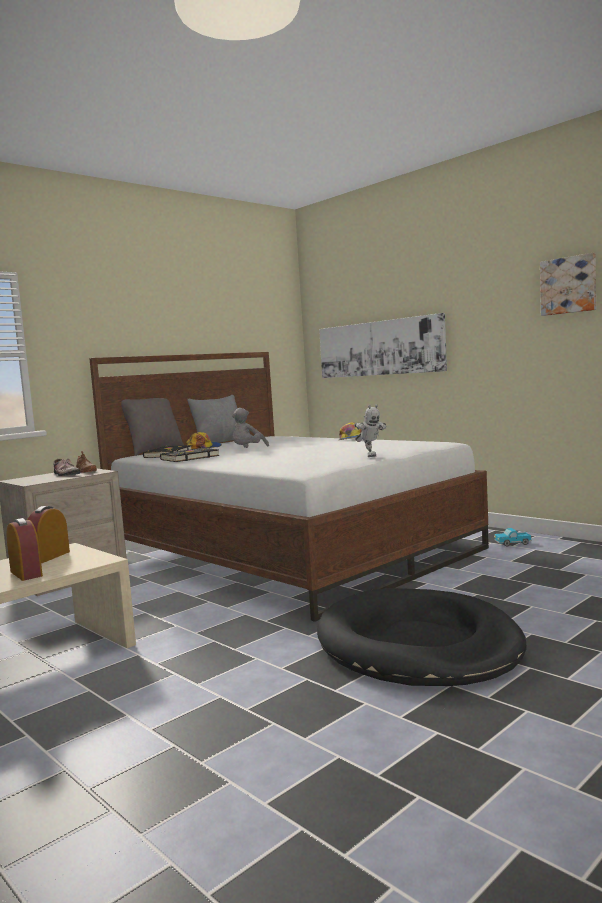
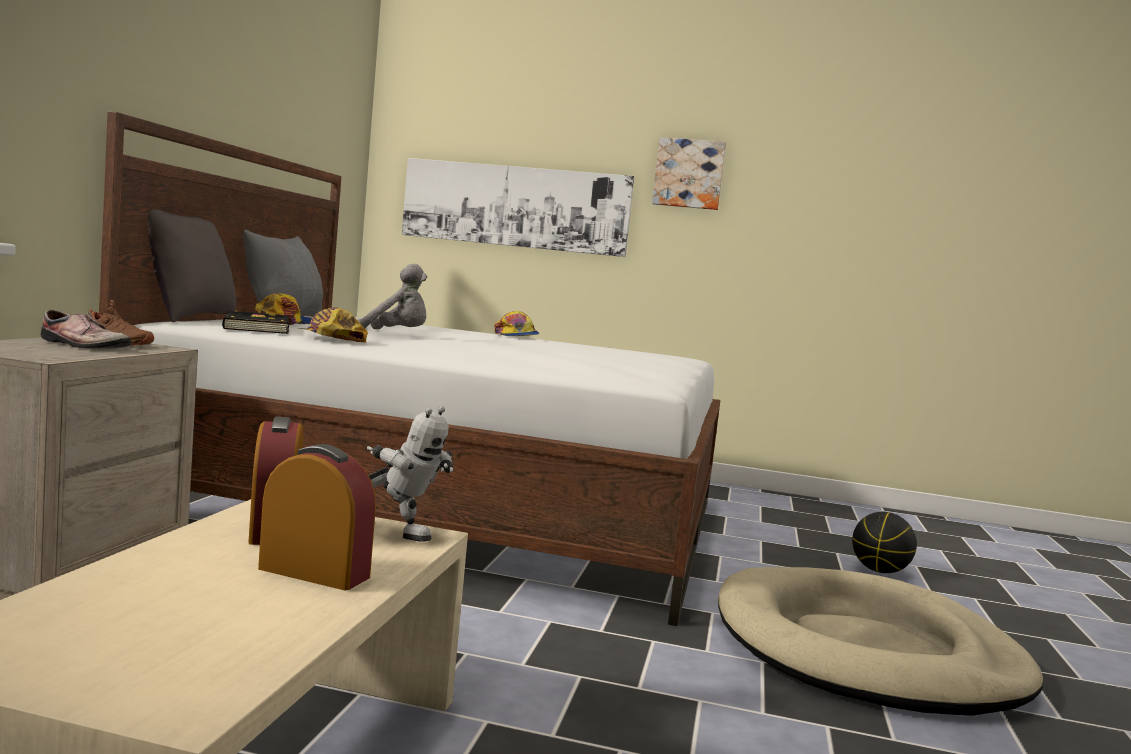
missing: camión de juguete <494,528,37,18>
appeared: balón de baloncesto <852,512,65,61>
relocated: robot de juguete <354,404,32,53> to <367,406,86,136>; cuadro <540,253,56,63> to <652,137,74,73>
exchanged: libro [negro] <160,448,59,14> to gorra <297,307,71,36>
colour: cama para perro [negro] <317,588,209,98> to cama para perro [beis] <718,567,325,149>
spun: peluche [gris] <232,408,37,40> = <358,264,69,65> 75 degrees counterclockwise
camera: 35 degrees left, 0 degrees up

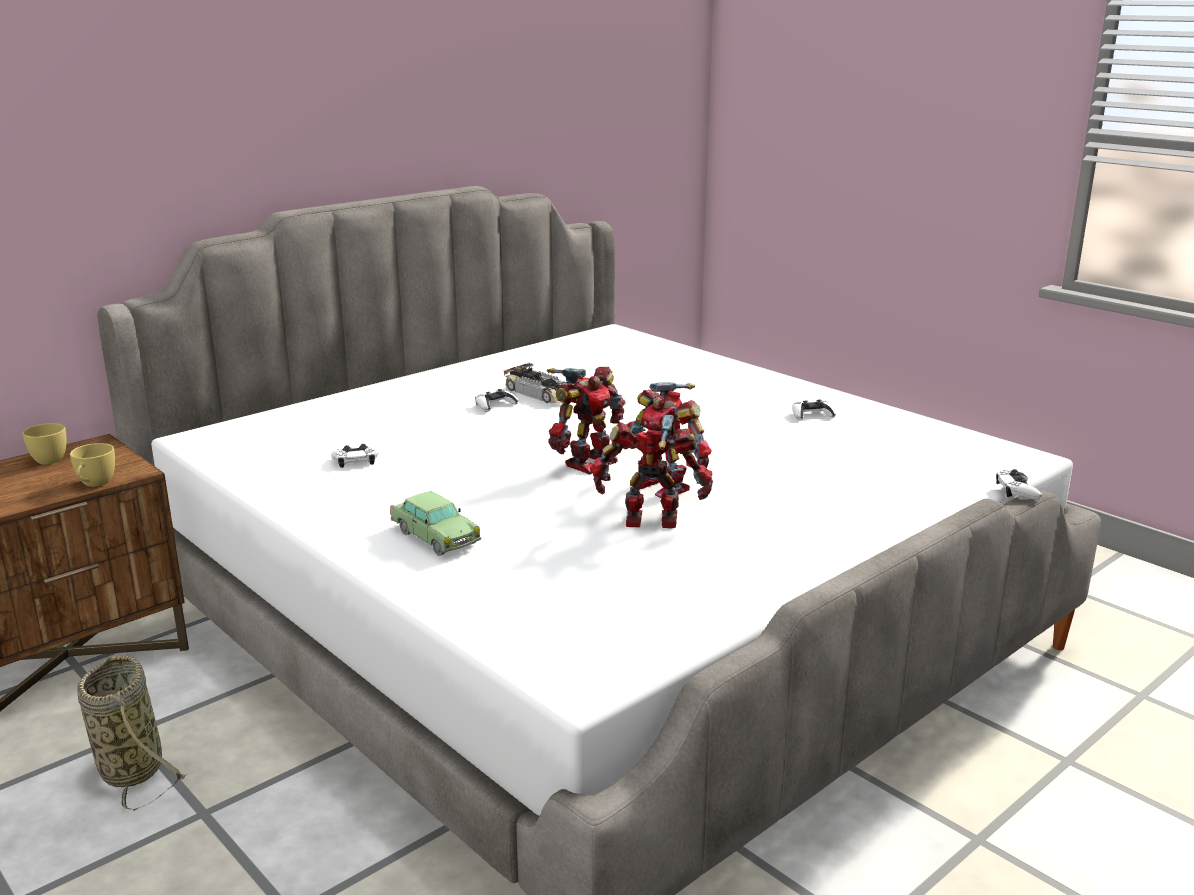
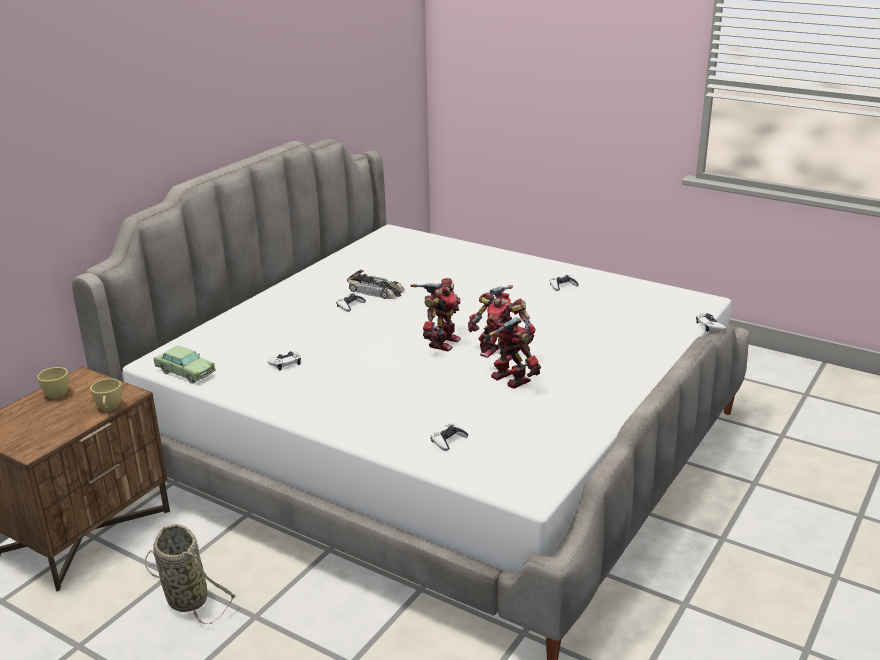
appeared: mando de consola [blanco] <431,423,37,28>
relocated: coche de juguete <390,491,91,65> to <154,345,62,39>
spun: robot de juguete <590,415,123,113> = <479,313,62,76> 60 degrees clockwise
camera: 15 degrees left, 5 degrees up

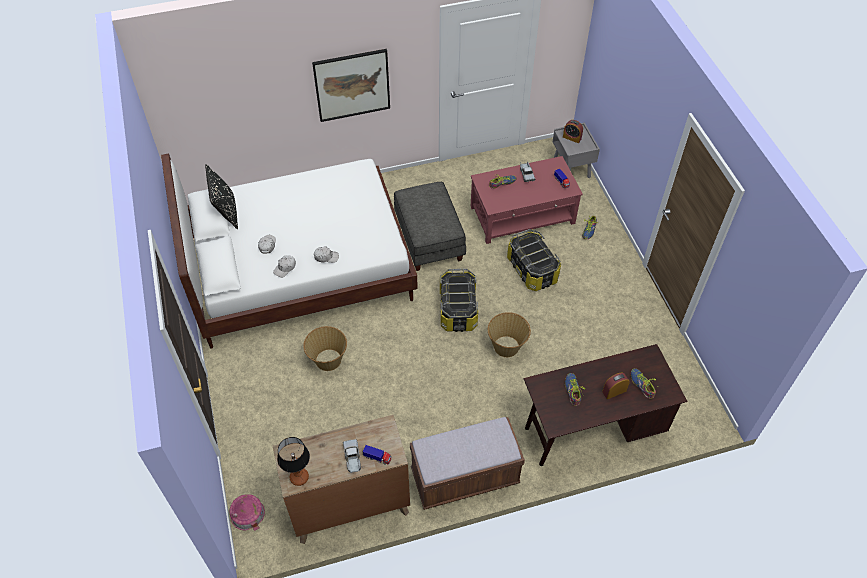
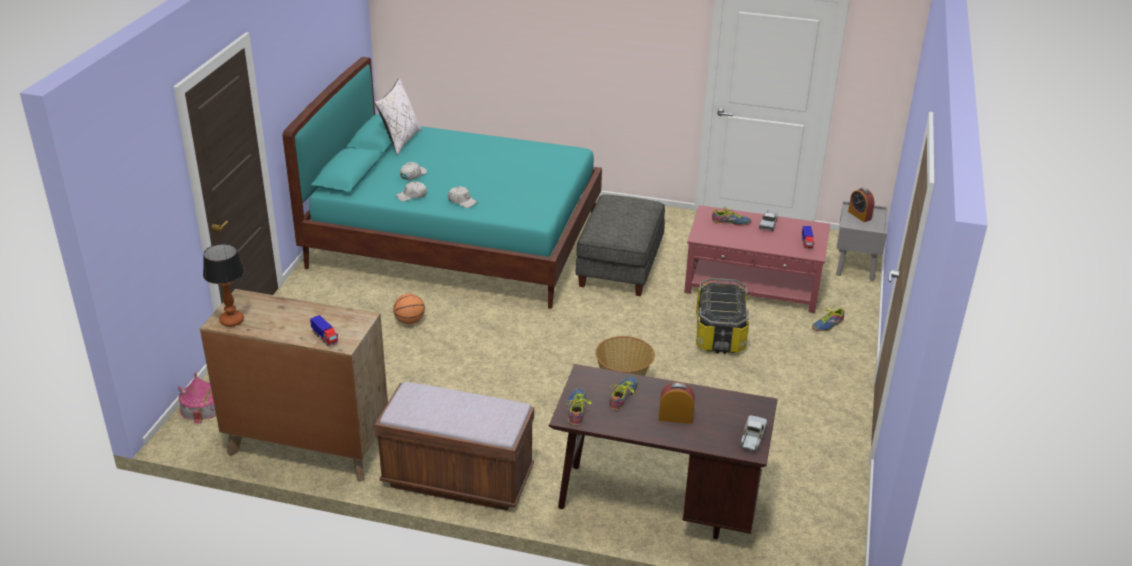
missing: cuadro <312,49,78,73>; caja de almacenaje <440,269,38,63>
relocated: camión de juguete <343,439,18,34> to <741,415,27,36>; zapato <631,368,26,31> to <566,388,26,38>
exchanged: cesta <303,326,44,45> to balón de baloncesto <393,294,32,30>
colour: cama [blanco] <161,154,257,195> to cama [turquesa] <282,57,320,252>; cojín [negro] <205,164,33,65> to cojín [blanco] <375,78,46,77>
camera: 30 degrees right, 20 degrees down

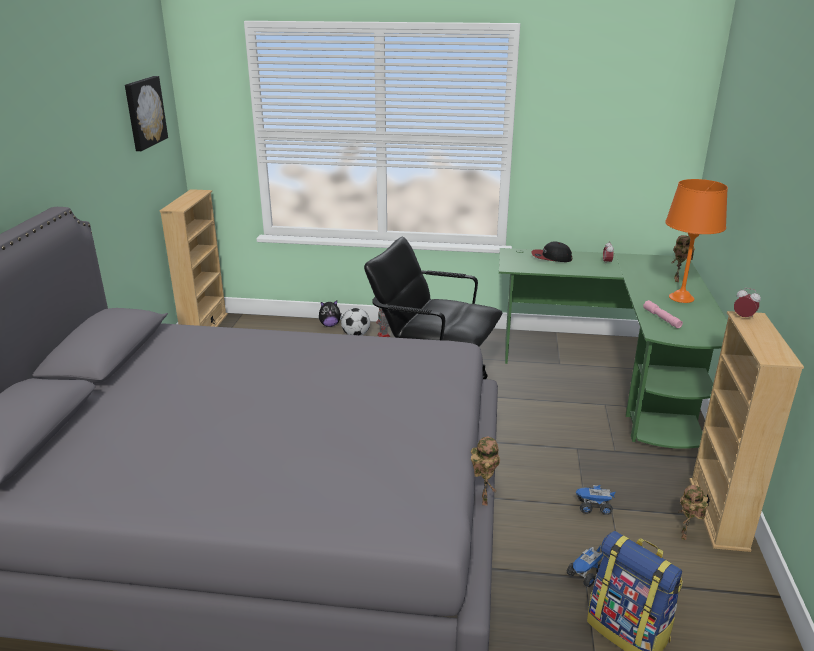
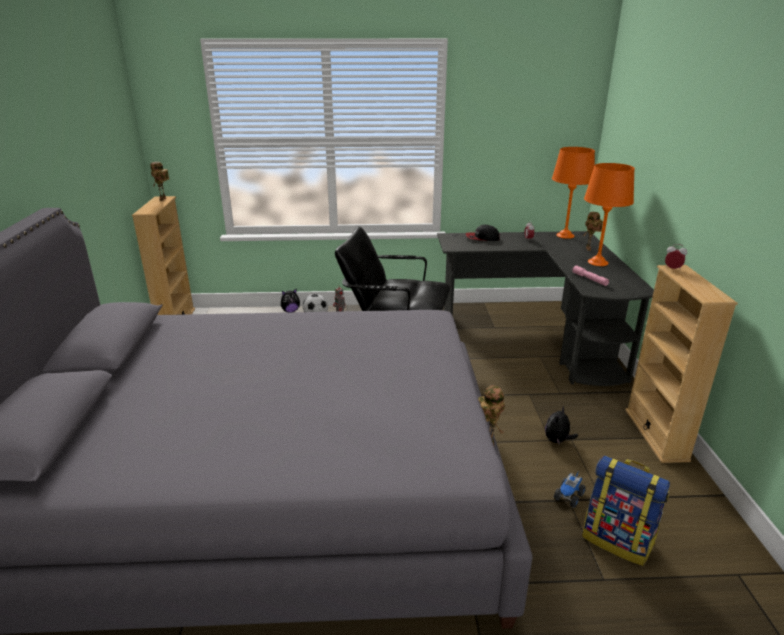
missing: cuadro <125,76,43,75>
appeared: lámpara de mesa [naranja] <552,147,43,92>
relocated: robot de juguete <679,485,29,55> to <150,162,19,39>
exchanged: camión de juguete <576,485,40,30> to peluche <545,406,33,39>
colour: escritorio [verde] <499,248,229,201> to escritorio [negro] <437,231,217,155>
camera: 10 degrees left, 0 degrees up

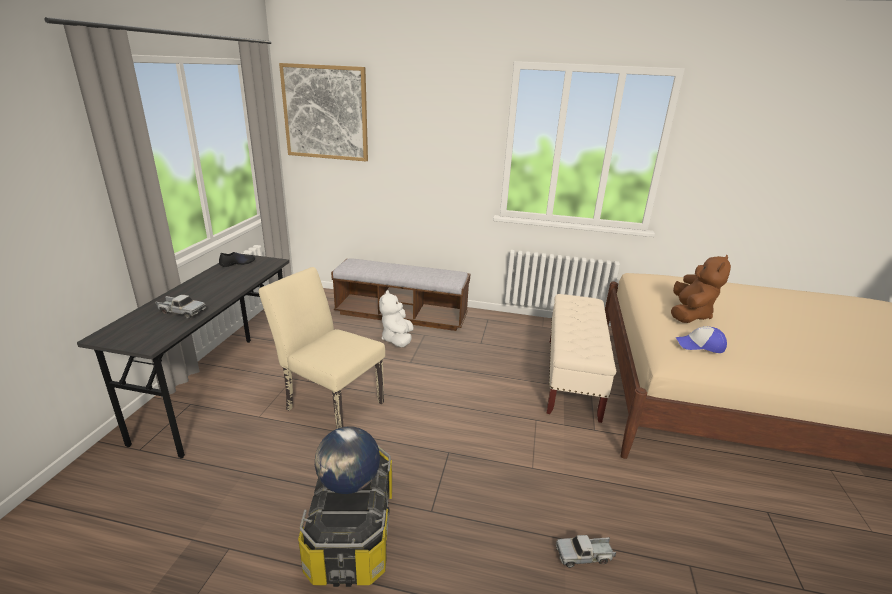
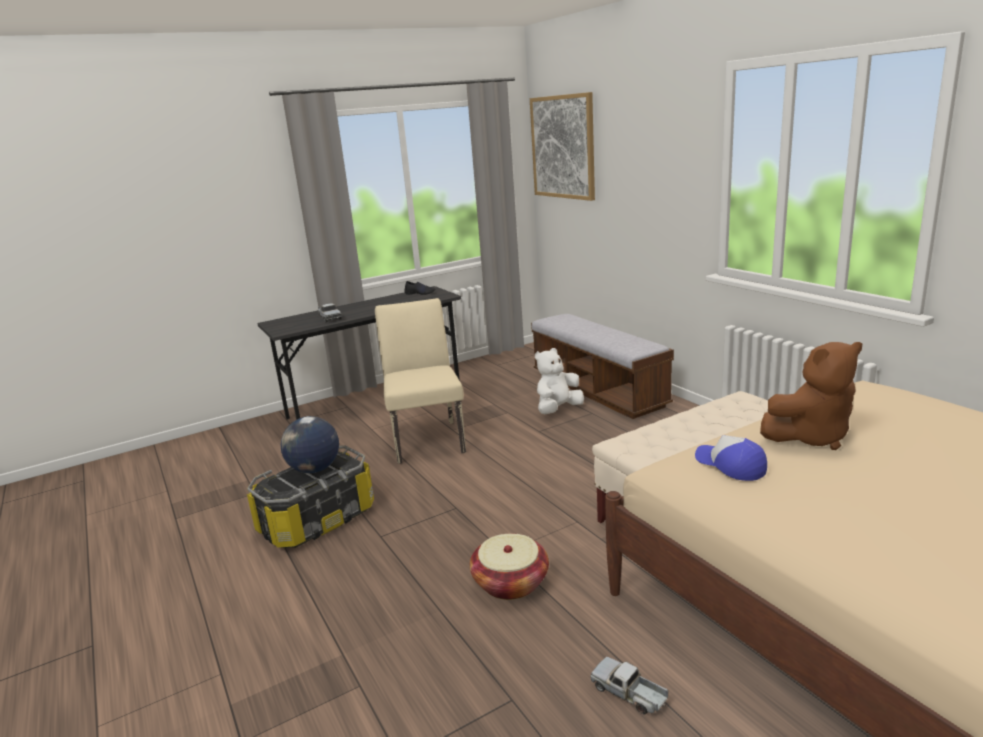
appeared: cesta <470,534,79,66>
relocated: camión de juguete <556,535,60,33> to <590,657,78,58>
camera: 50 degrees right, 5 degrees down

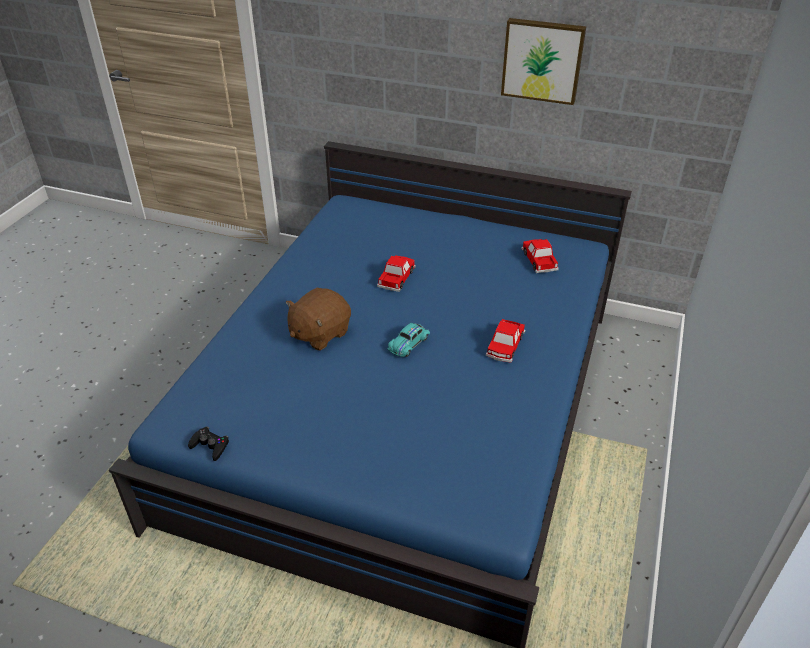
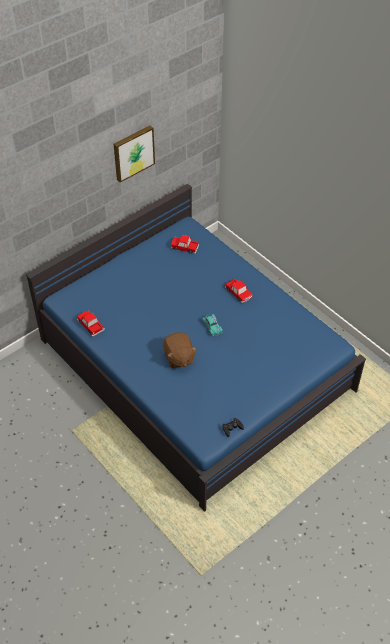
relocated: coche de juguete <377,256,39,36> to <77,311,28,26>
camera: 60 degrees left, 10 degrees up

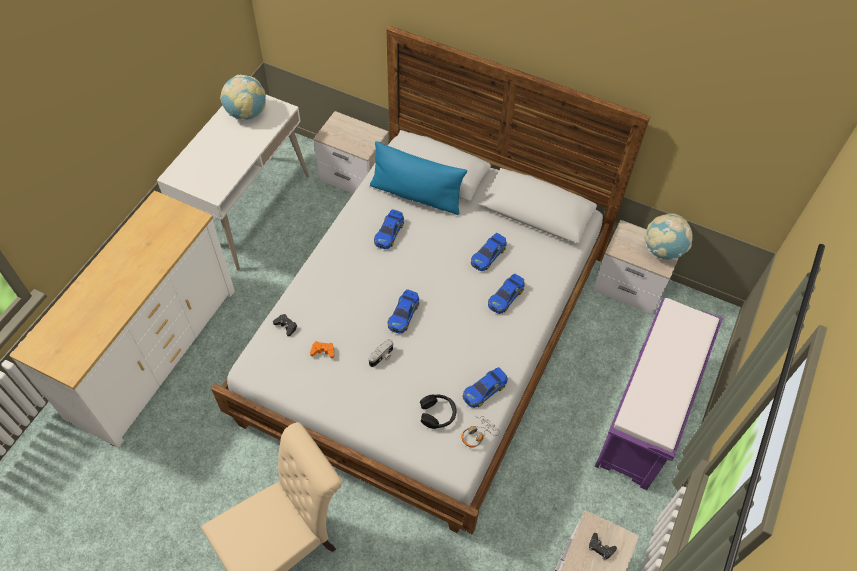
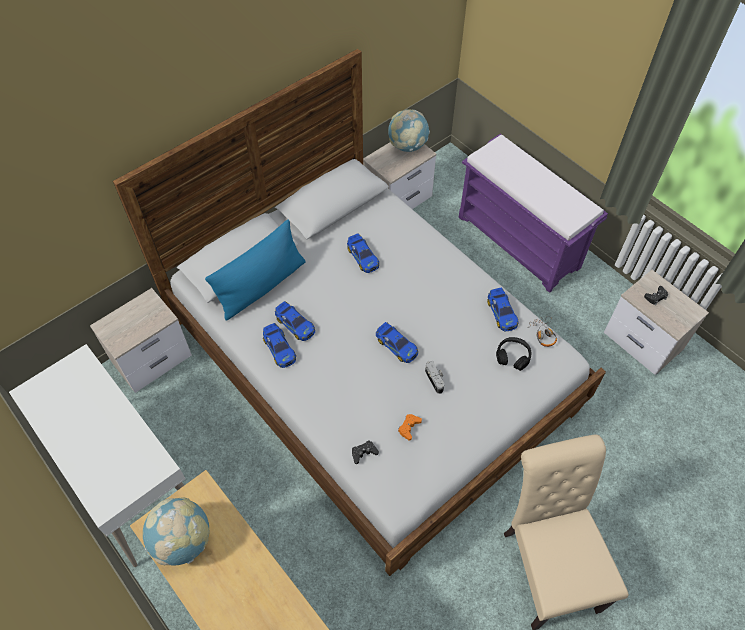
relocated: globo terráqueo <220,75,46,46> to <143,498,66,68>; coche de juguete <488,273,37,41> to <263,323,33,45>
camera: 65 degrees left, 0 degrees up

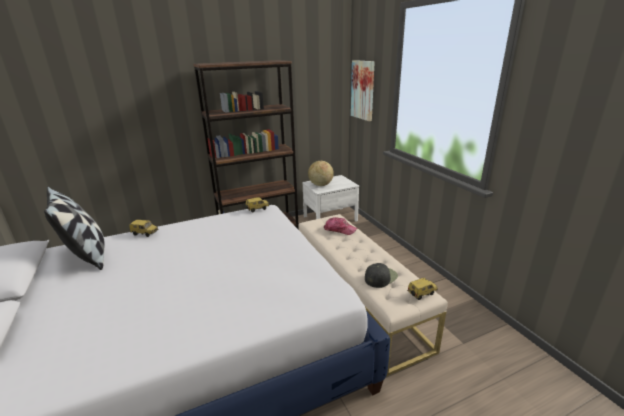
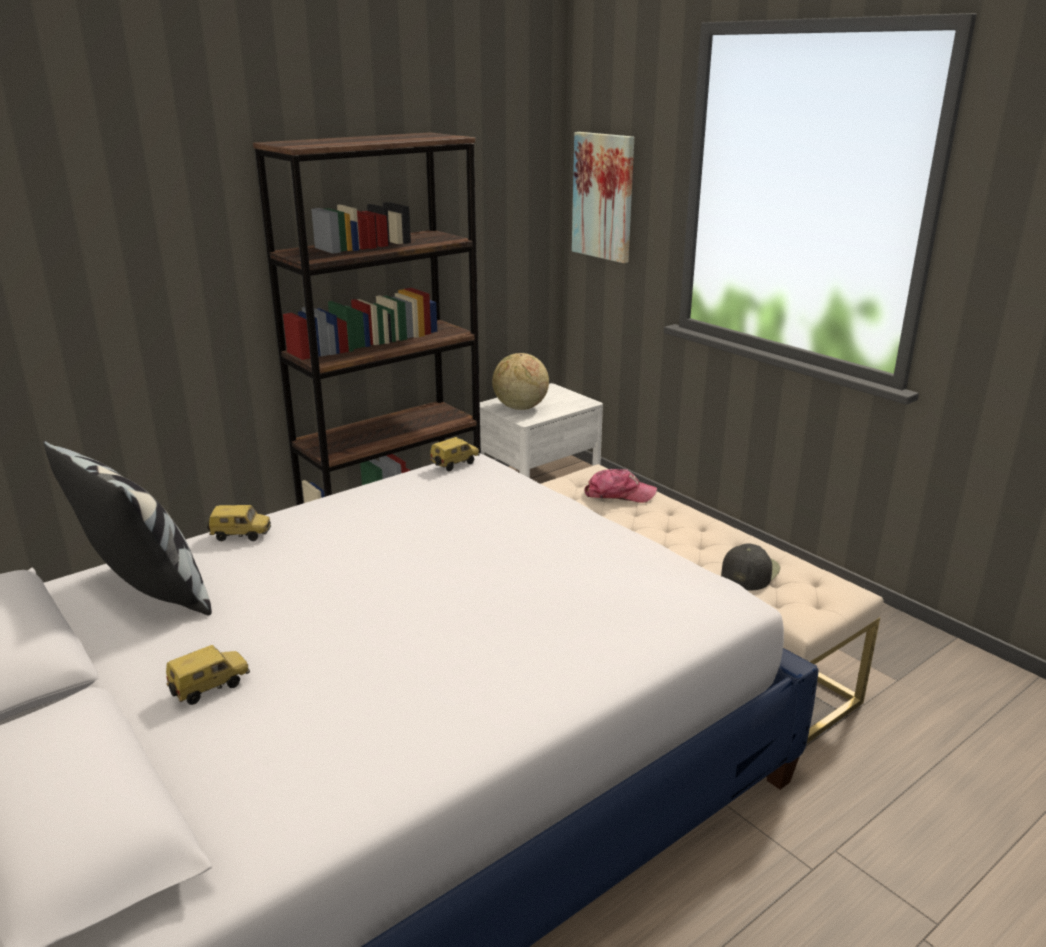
relocated: coche de juguete <407,278,31,22> to <166,645,84,60>
camera: 15 degrees left, 0 degrees up

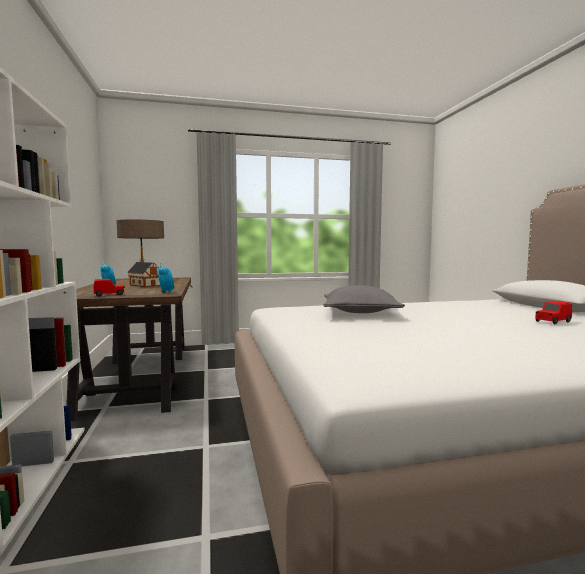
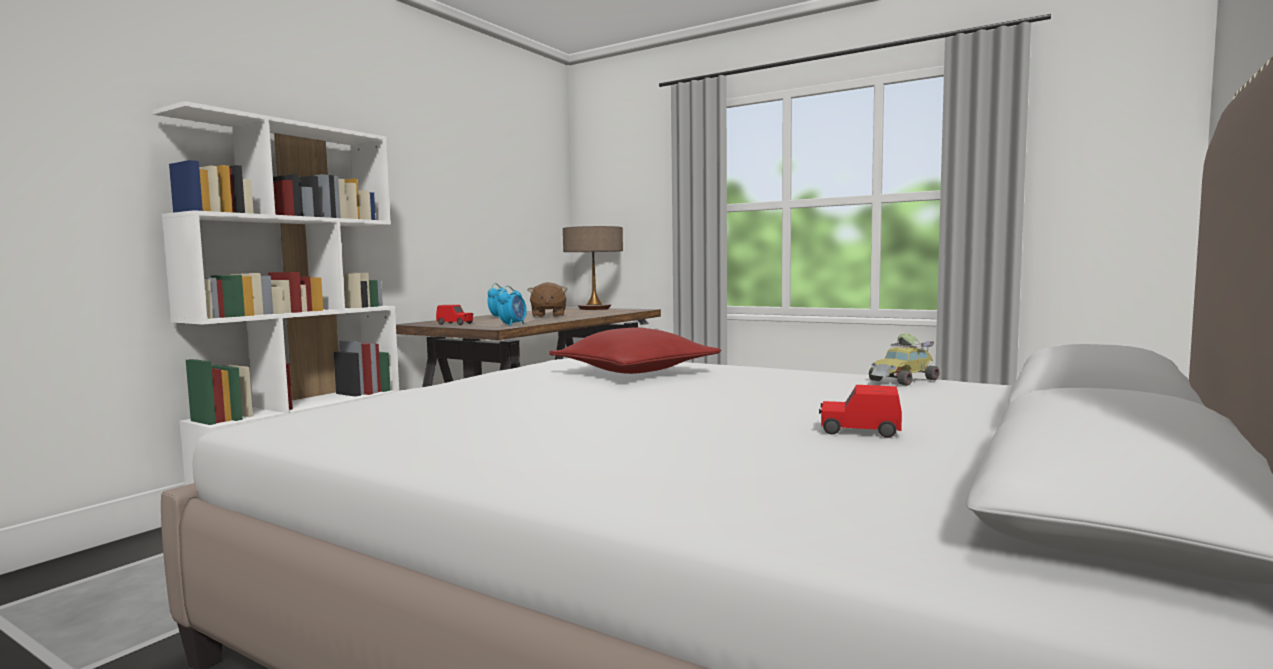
appeared: coche de juguete <869,333,71,53>
exchanged: casita <127,260,33,27> to peluche [marrón] <527,282,40,36>
colour: cojín [gris] <323,285,82,28> to cojín [rojo] <549,328,172,46>
camera: 45 degrees right, 0 degrees up

